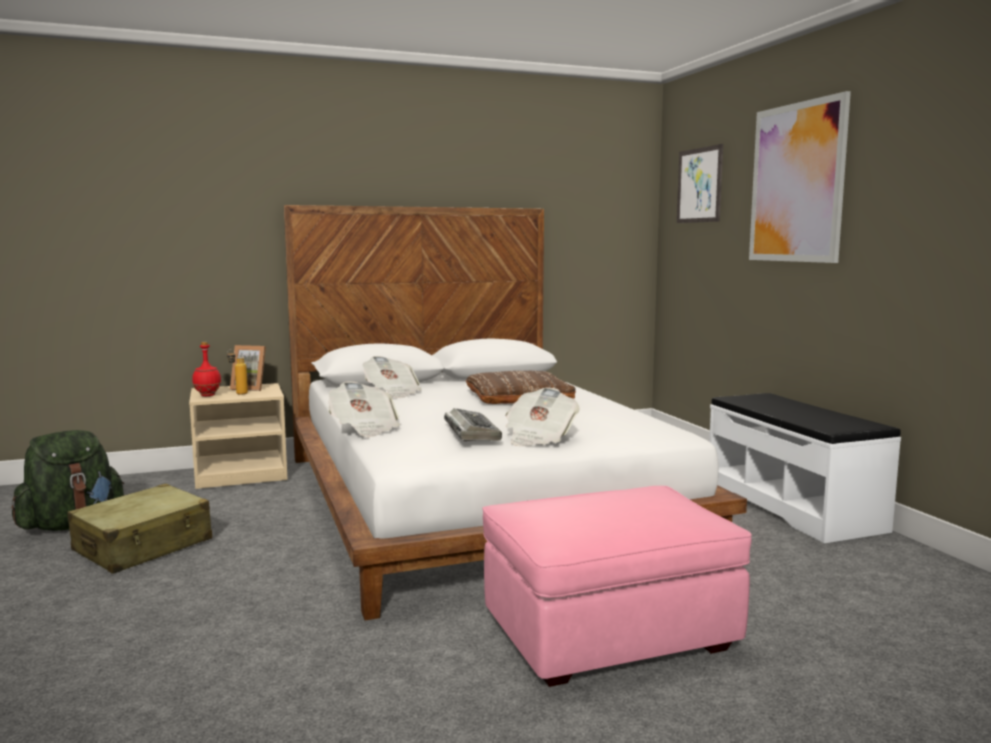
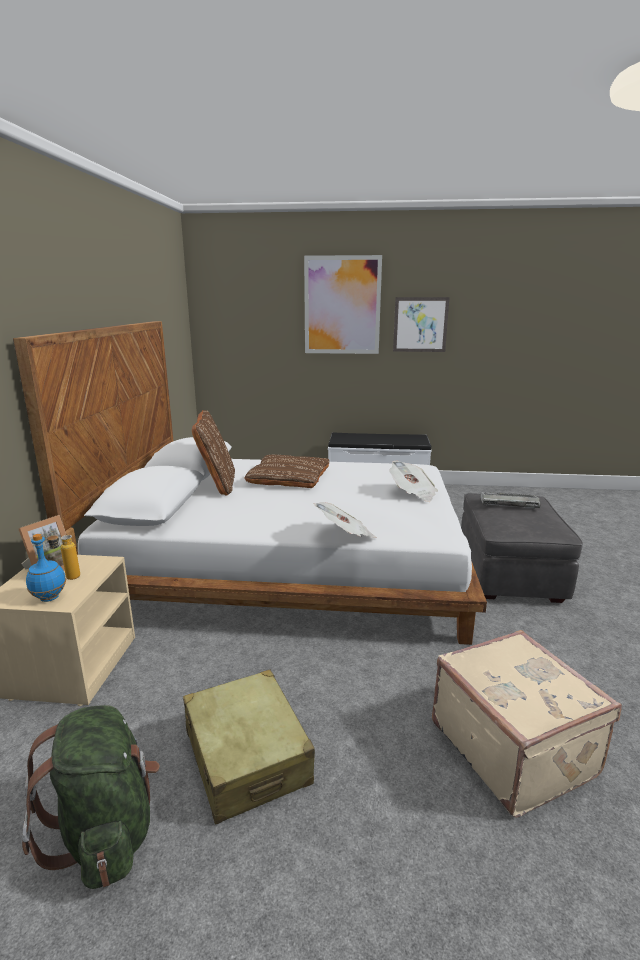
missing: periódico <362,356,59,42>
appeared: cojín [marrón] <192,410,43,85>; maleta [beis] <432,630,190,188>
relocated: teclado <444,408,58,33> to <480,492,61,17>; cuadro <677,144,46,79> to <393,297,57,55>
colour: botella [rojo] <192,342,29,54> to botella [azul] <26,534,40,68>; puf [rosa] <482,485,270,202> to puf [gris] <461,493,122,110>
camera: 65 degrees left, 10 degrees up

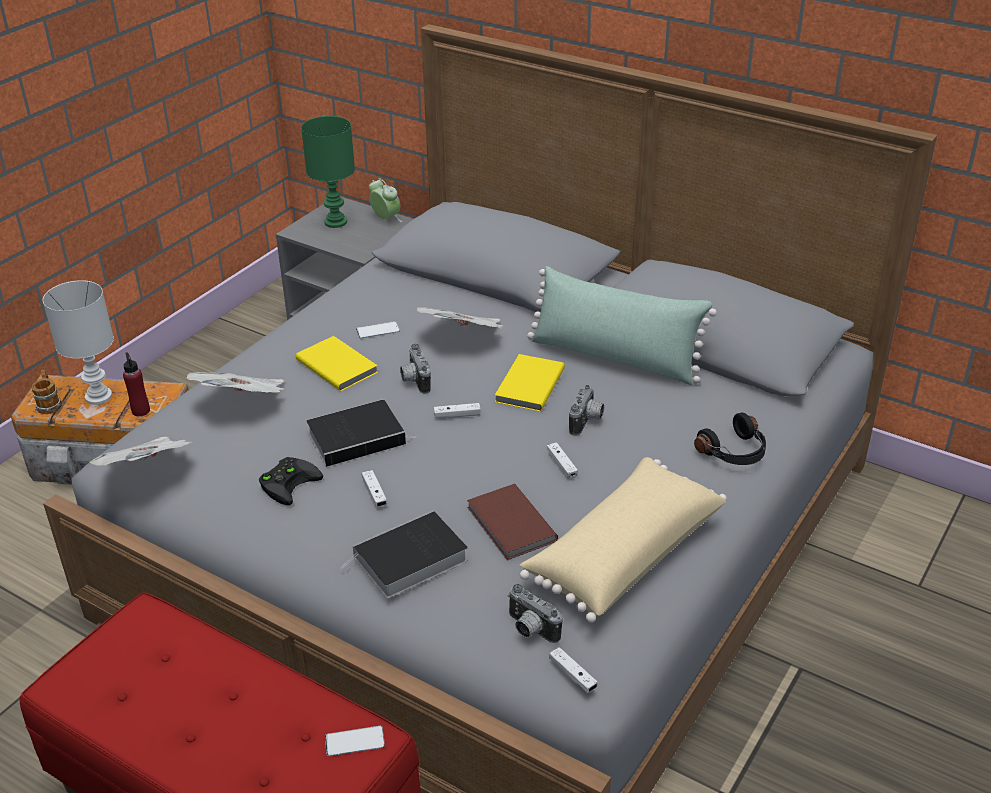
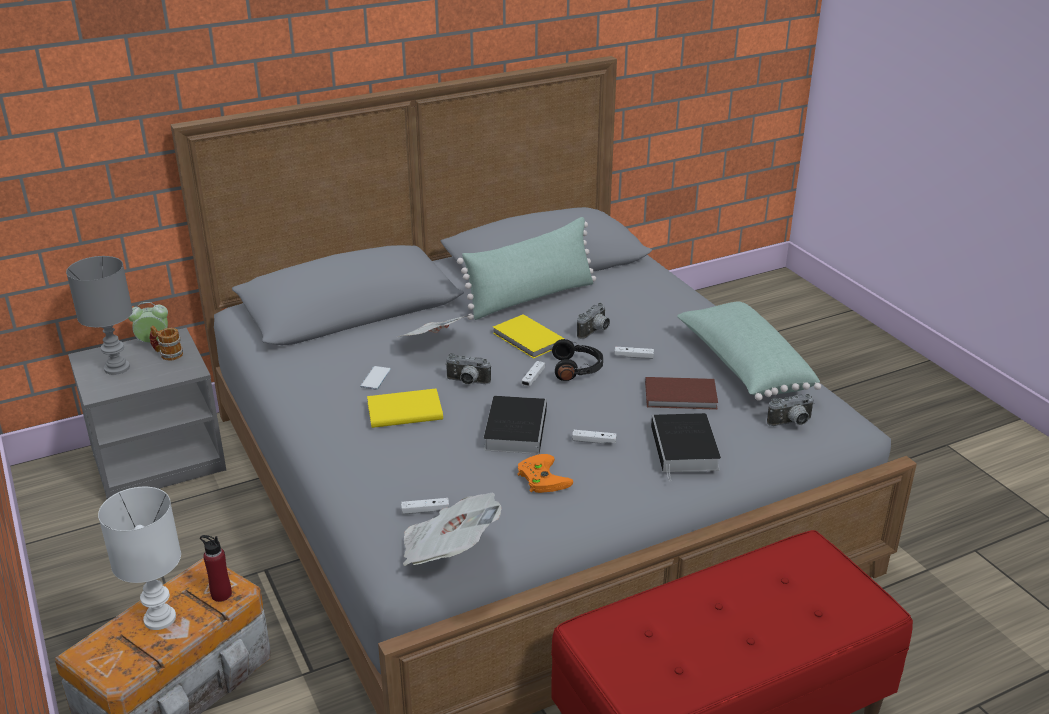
missing: periódico <187,372,97,21>; móvil <325,726,60,30>
relocated: taza grande <32,369,29,45> to <149,326,34,35>; mando de consola [blanco] <549,647,49,46> to <401,498,48,16>; auriculares [negro] <694,413,72,52> to <552,339,51,42>
colour: mando de consola [negro] <259,457,64,48> to mando de consola [naranja] <517,454,56,39>; lámpara de mesa [verde] <301,116,54,112> to lámpara de mesa [gris] <66,256,67,119>; cojín [beis] <520,457,207,166> to cojín [verde] <677,302,144,99>
spun: cámara <569,385,35,51> = <577,303,33,36> 75 degrees clockwise
camera: 60 degrees left, 5 degrees down

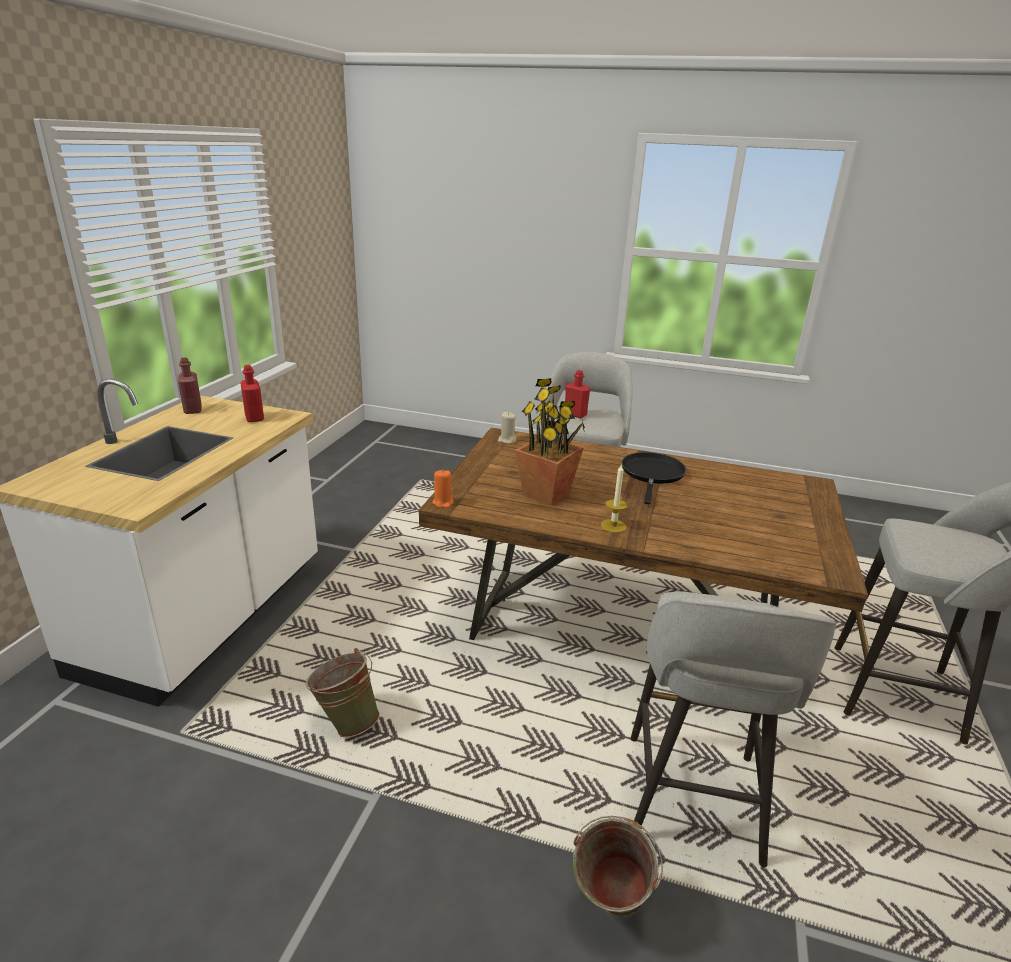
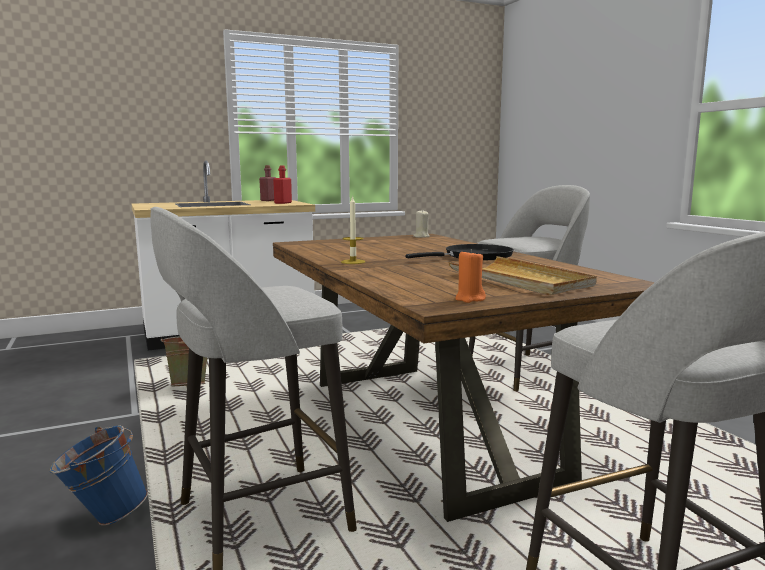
missing: planta en maceta <515,378,70,128>; botella [rojo] <565,370,25,48>
appeared: bandeja [beis] <449,256,148,39>
relocated: vela [naranja] <432,470,22,38> to <455,249,31,54>
colour: cubo [verde] <573,816,90,101> to cubo [azul] <50,425,98,100>
camera: 50 degrees right, 15 degrees down

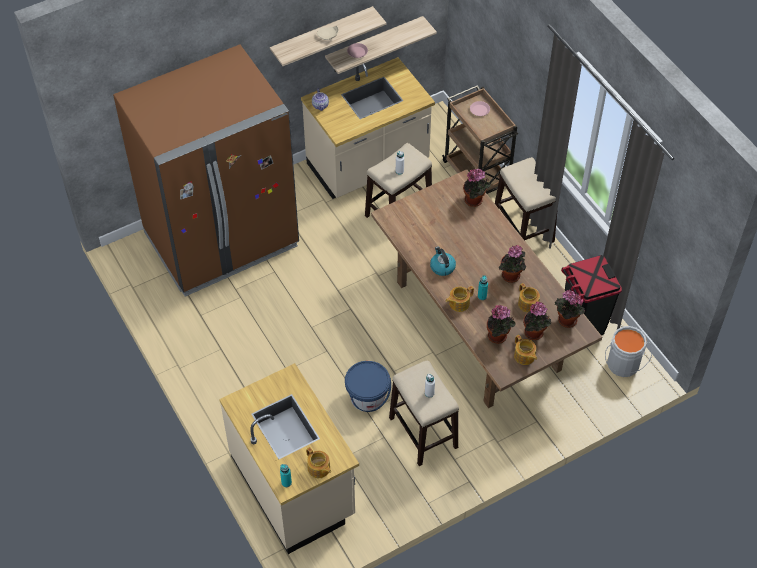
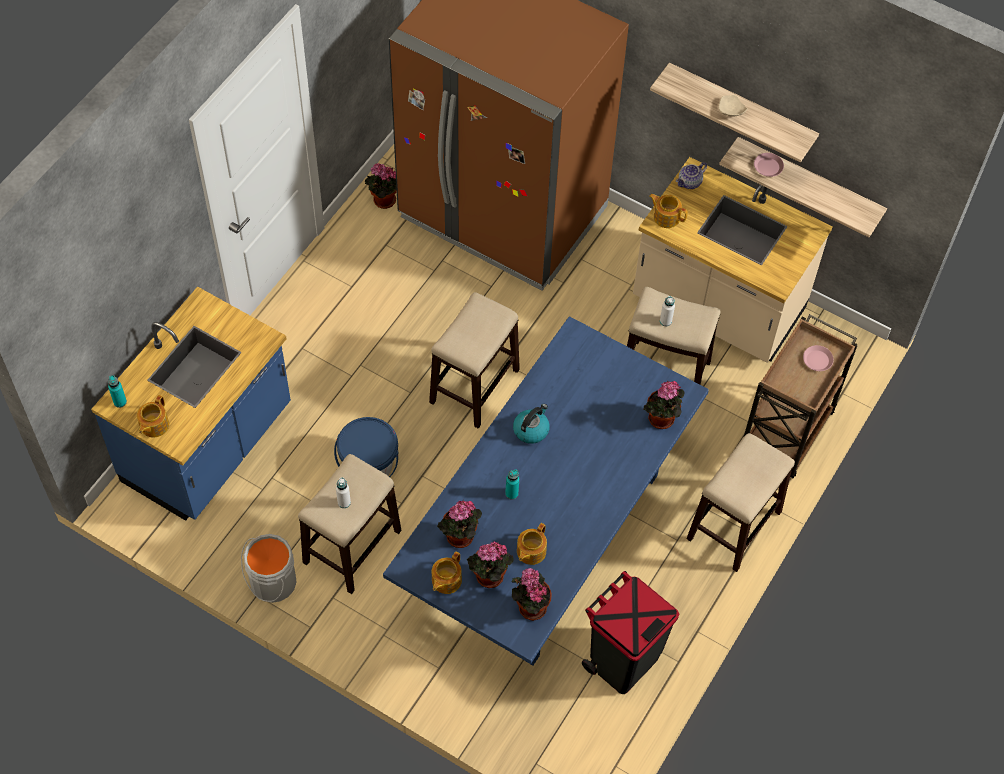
appeared: taburete <429,292,91,136>
relocated: tetera <446,286,28,26> to <649,194,39,34>; planta en maceta <499,245,27,38> to <365,163,32,46>; cubo [gris] <605,326,48,51> to <241,534,56,69>
colour: mueble bajo de cocina [beis] <219,363,140,191> to mueble bajo de cocina [azul] <91,286,200,235>; mesa de comedor [marrón] <371,169,231,239> to mesa de comedor [azul] <383,316,326,349>
camera: 60 degrees right, 5 degrees up

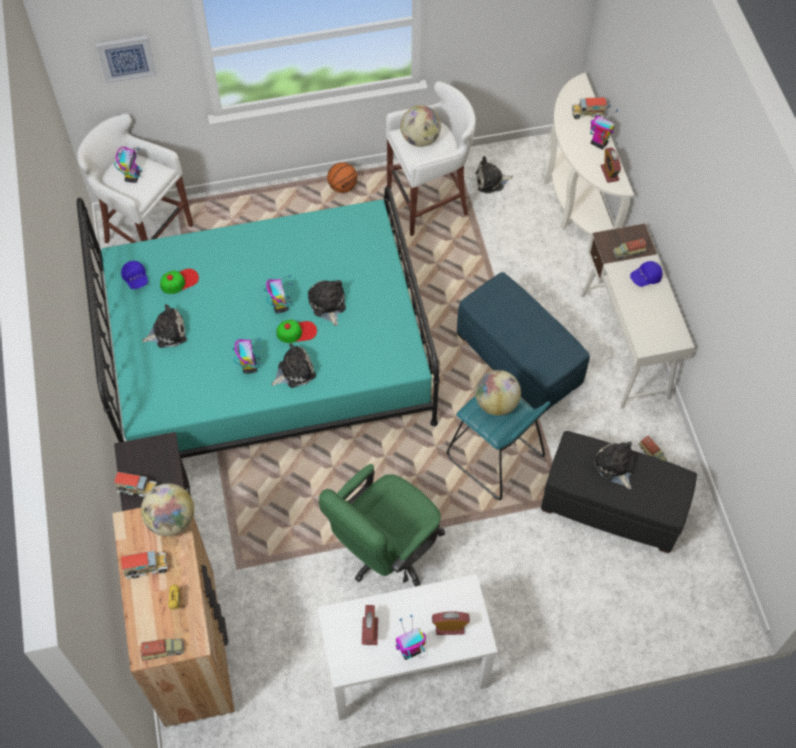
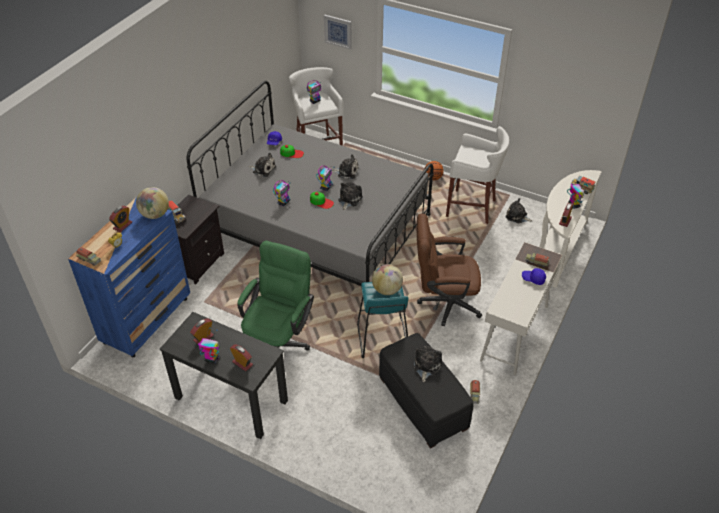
missing: globo terráqueo <400,105,41,42>
relocated: peluche <271,343,45,45> to <331,154,28,25>
exchanged: camión de juguete <121,551,47,28> to despertador <109,206,23,26>; puf [azul] <457,272,133,142> to silla de oficina [marrón] <417,213,65,113>
colour: cama [turquesa] <77,186,363,272> to cama [gris] <187,81,247,205>; cómoda [marrón] <112,508,123,219> to cómoda [azul] <68,198,122,159>; escritorio [blanco] <317,574,181,146> to escritorio [negro] <160,312,128,127>
spun: silla de oficina [verde] <319,464,126,123> = <237,241,77,109> 120 degrees clockwise
camera: 40 degrees right, 15 degrees down

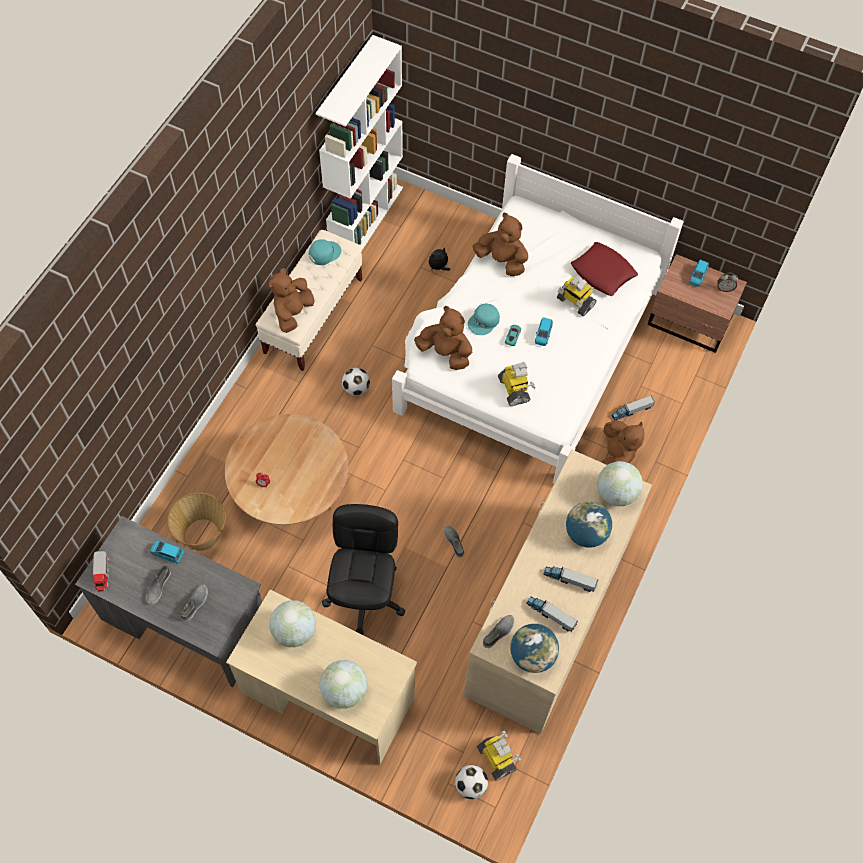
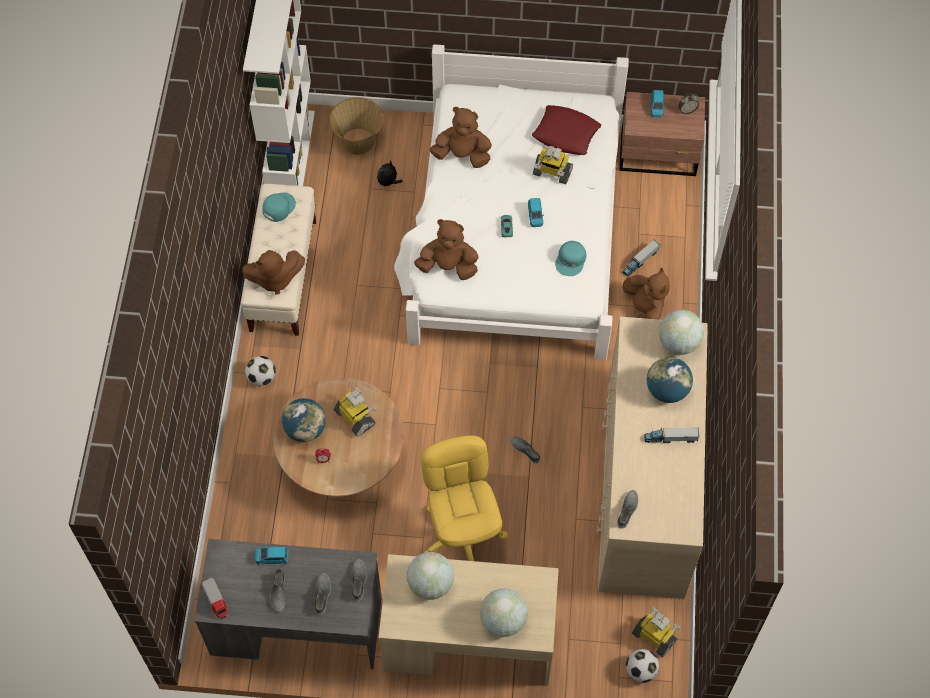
missing: camión de juguete <526,596,52,37>
appeared: zapato [gris] <352,559,15,42>
relocated: cesta <167,492,59,59> to <329,97,55,58>; balón de fútbol <342,368,28,27> to <245,356,31,30>; gorra [turquesa] <468,304,32,31> to <555,241,31,35>; robot de juguete <498,362,37,44> to <334,387,43,49>; globo terráqueo <510,624,49,49> to <282,398,44,44>
colour: silla de oficina [negro] <322,504,83,131> to silla de oficina [amarillo] <421,436,87,125>
spun: peluche [marrón] <269,268,45,65> = <242,250,63,45> 105 degrees counterclockwise
camera: 20 degrees left, 0 degrees up

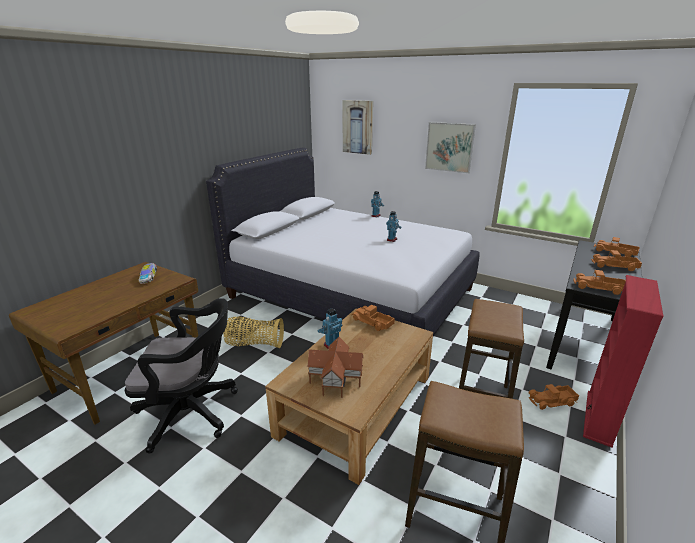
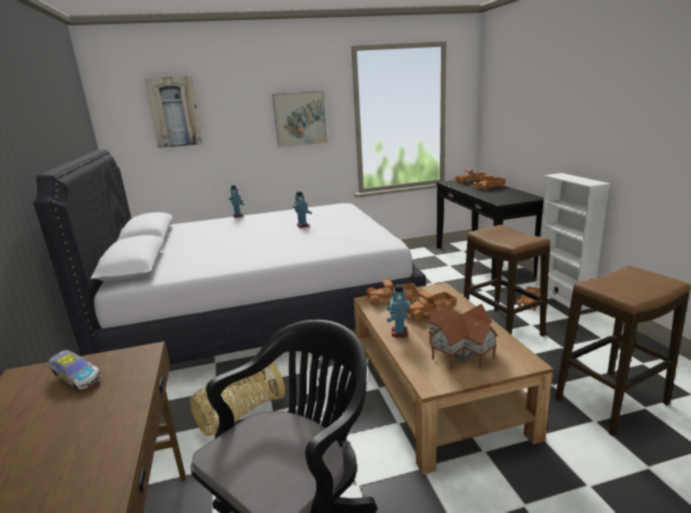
relocated: camión de juguete <574,270,52,25> to <407,291,50,30>
colour: estantería [rojo] <583,275,81,173> to estantería [blanco] <534,173,77,138>
camera: 45 degrees left, 5 degrees down

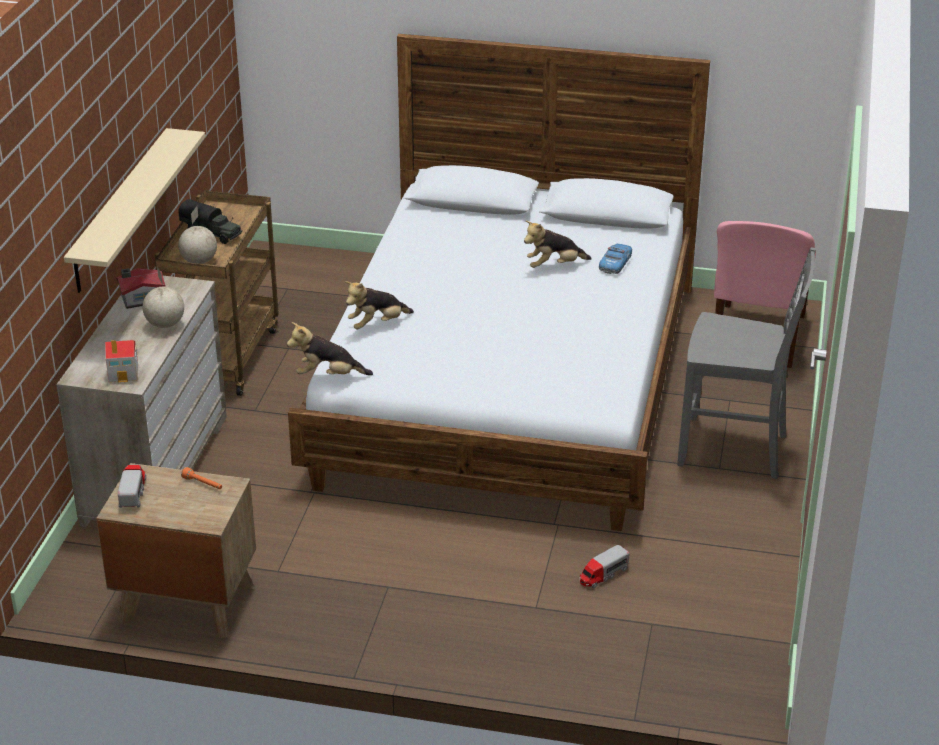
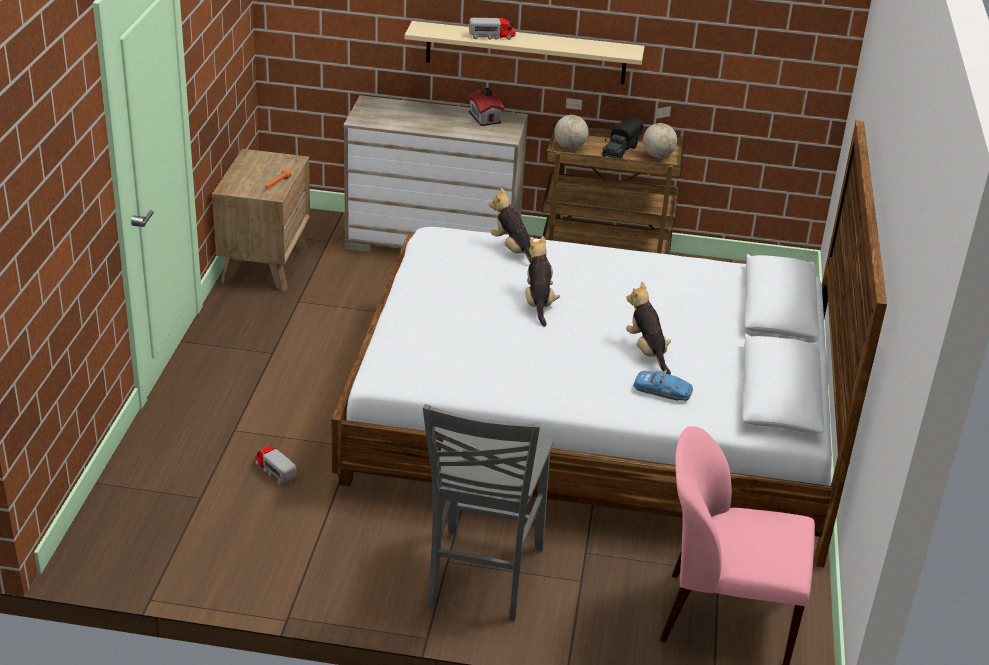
missing: casita <105,340,33,43>
relocated: camión de juguete <118,465,28,43> to <469,18,46,22>; globo terráqueo <143,266,41,62> to <643,106,34,52>; peluche <287,322,86,53> to <525,236,35,91>
camera: 85 degrees right, 0 degrees up

